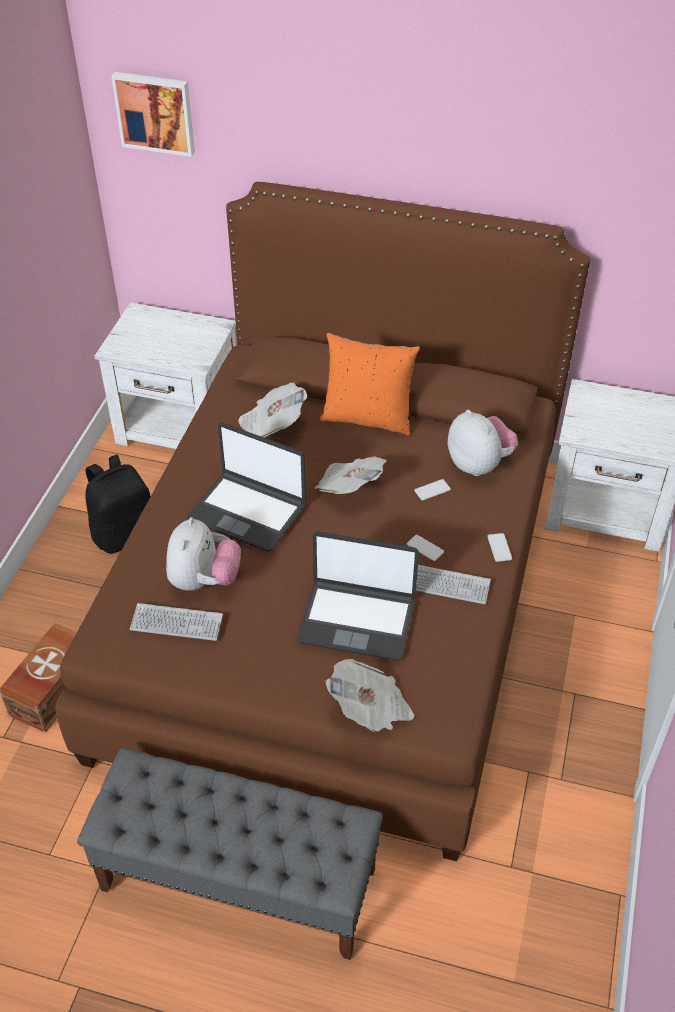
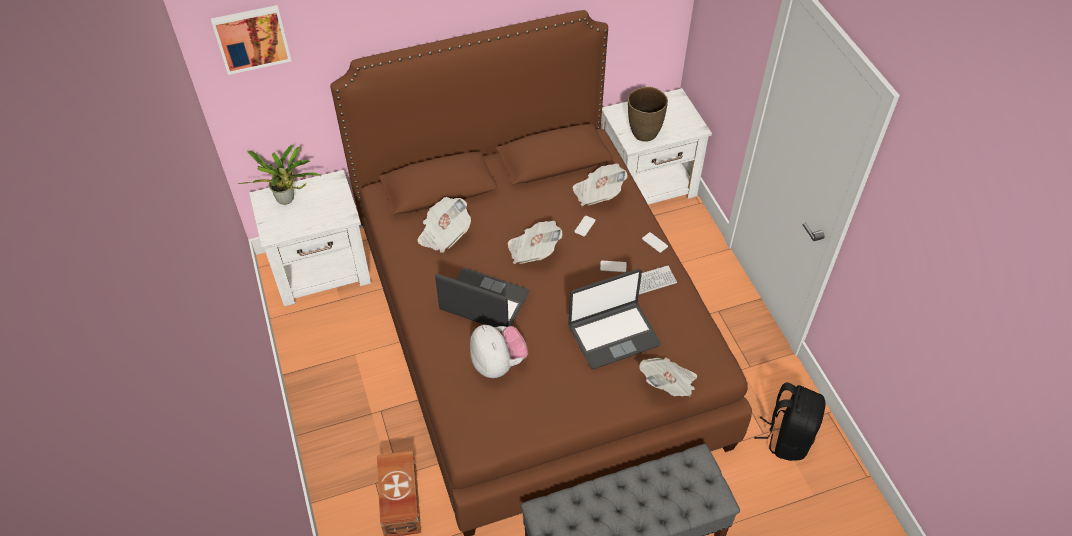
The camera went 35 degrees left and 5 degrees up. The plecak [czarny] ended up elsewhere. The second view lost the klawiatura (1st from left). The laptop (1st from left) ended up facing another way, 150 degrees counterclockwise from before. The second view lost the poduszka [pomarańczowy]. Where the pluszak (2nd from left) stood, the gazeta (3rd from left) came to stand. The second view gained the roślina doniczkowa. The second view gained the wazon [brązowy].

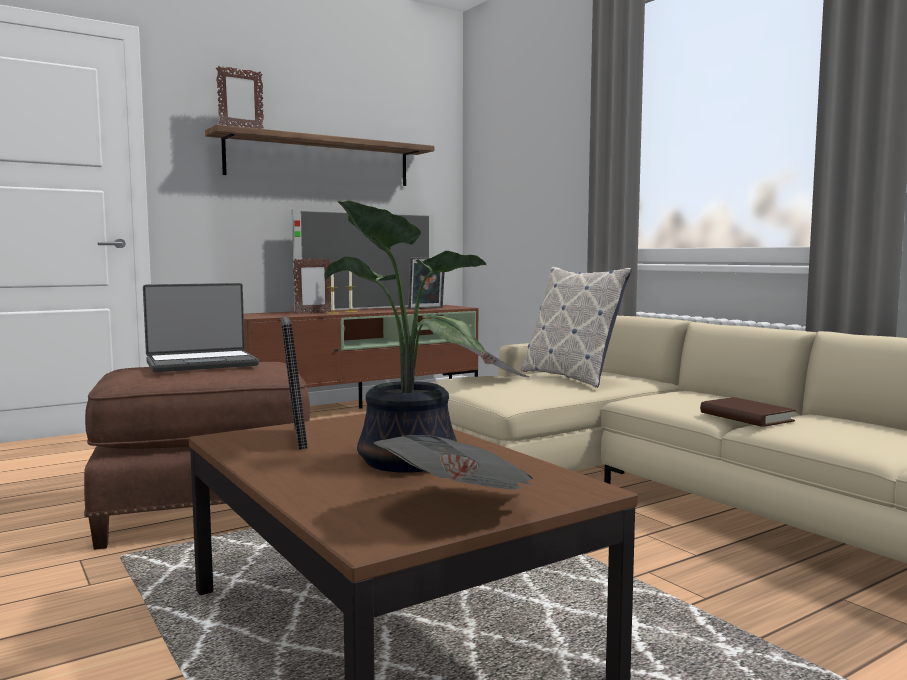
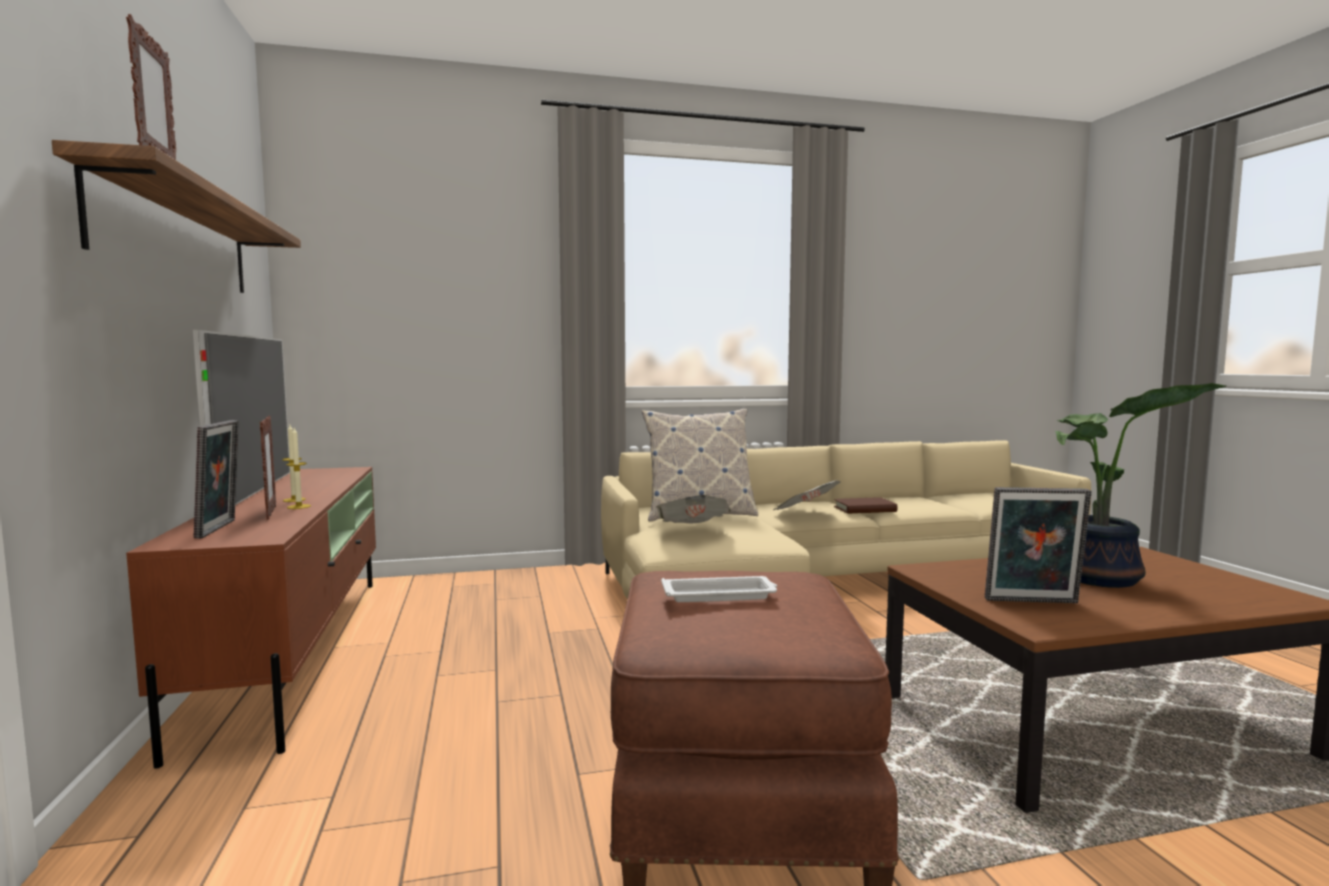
The camera went 70 degrees left and 0 degrees up. Where the laptop stood, the taca [biały] came to stand. The gazeta (1st from left in the first image) ended up elsewhere. The ramka na zdjęcie (4th from left in the first image) ended up elsewhere.

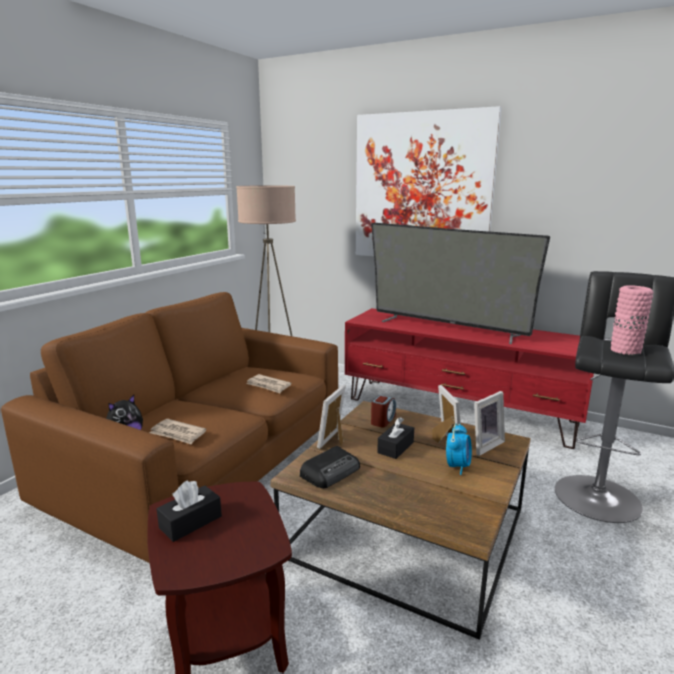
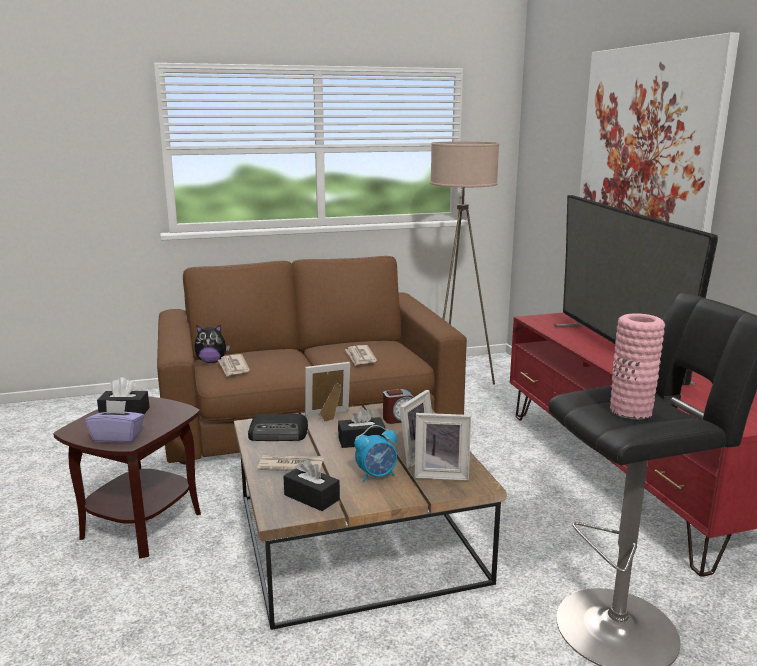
The camera went 45 degrees right and 0 degrees up. The second view gained the pudełko chusteczek [fioletowy]. The second view gained the gazeta (2nd from left). The second view gained the pudełko chusteczek [czarny] (2nd from left).

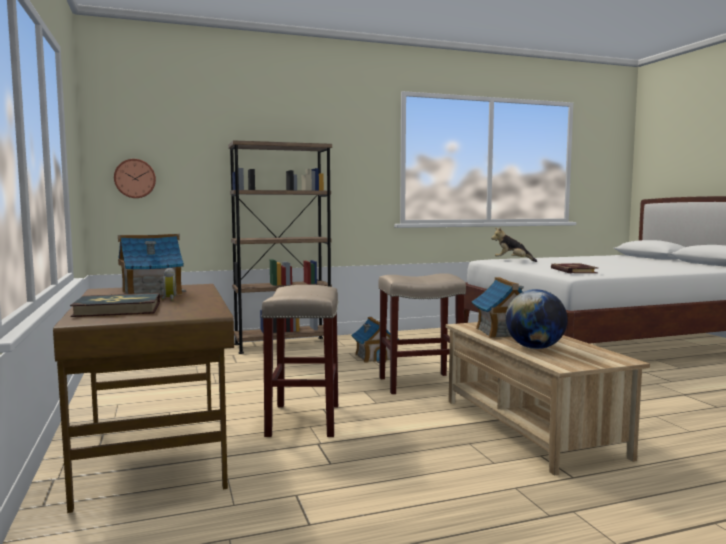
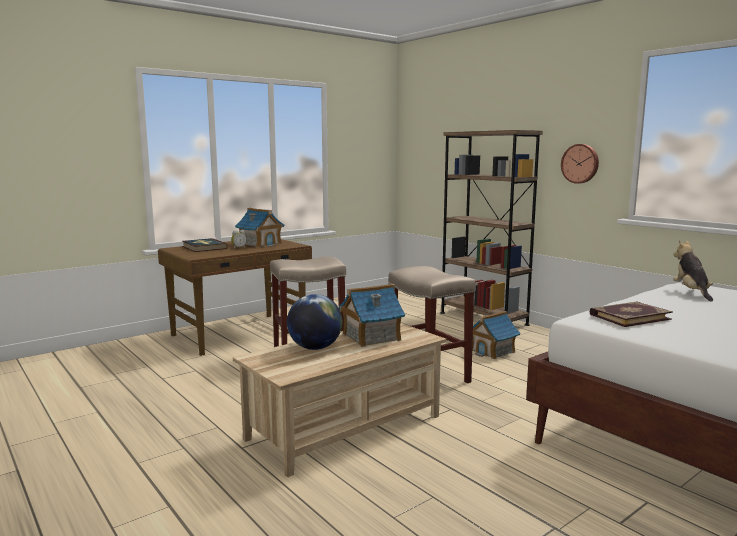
The camera went 70 degrees right and 5 degrees up. The zegar ścienny ended up elsewhere.

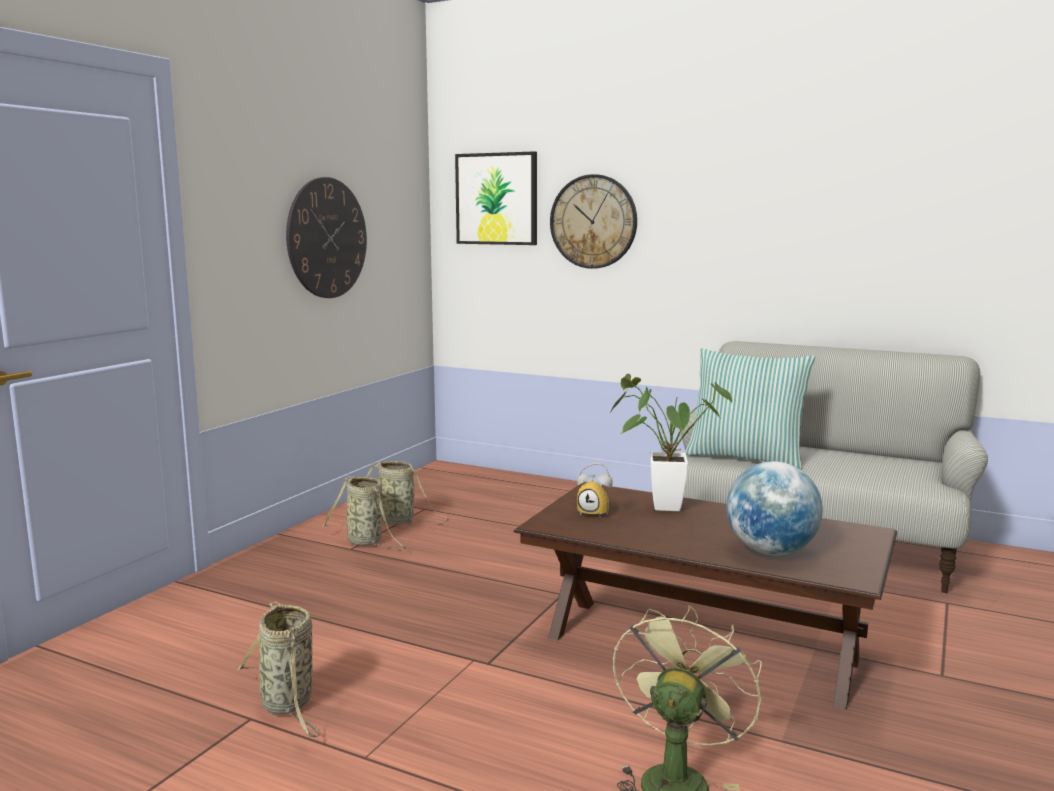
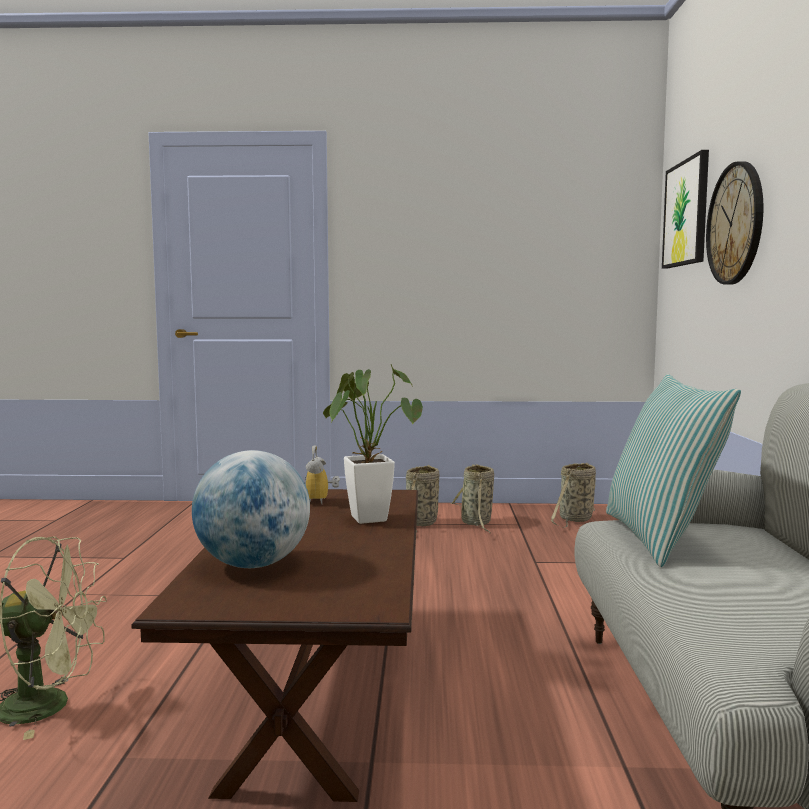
The camera went 65 degrees right and 5 degrees down. The koszyk (1st from left in the first image) ended up elsewhere. The second view lost the zegar ścienny (1st from left).

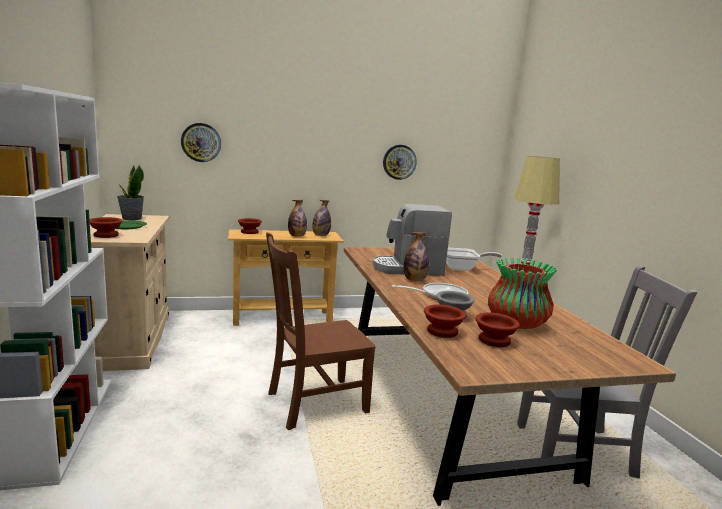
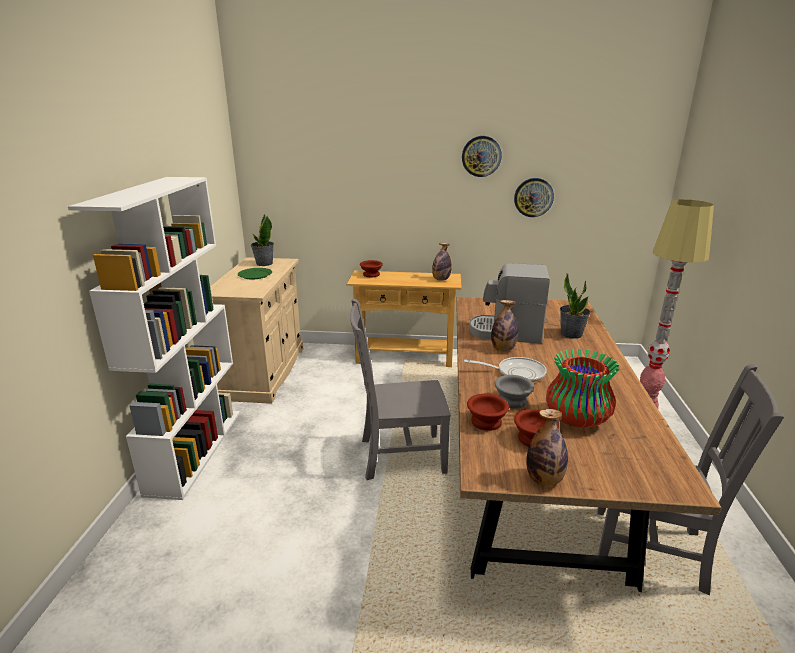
The camera went 20 degrees right and 10 degrees up. The second view lost the miska [brązowy] (1st from left). The zegar ścienny (1st from left) ended up elsewhere. What was the krzesło [brązowy] turned into the krzesło [szary] (1st from left). The butelka (1st from left in the first image) ended up elsewhere. Where the patelnia (2nd from left) stood, the roślina doniczkowa (2nd from left) came to stand.

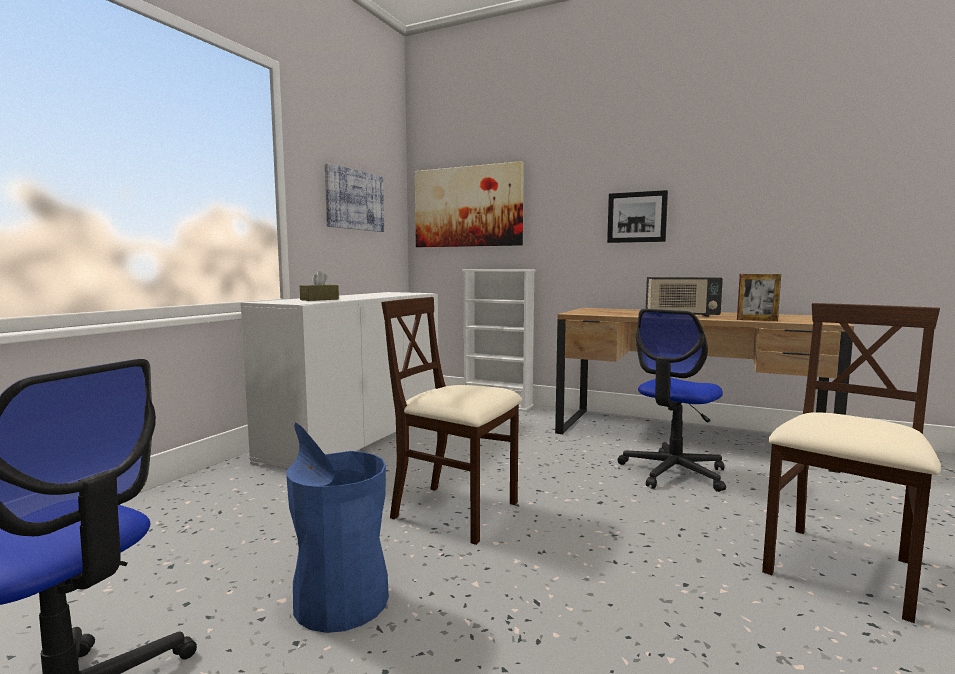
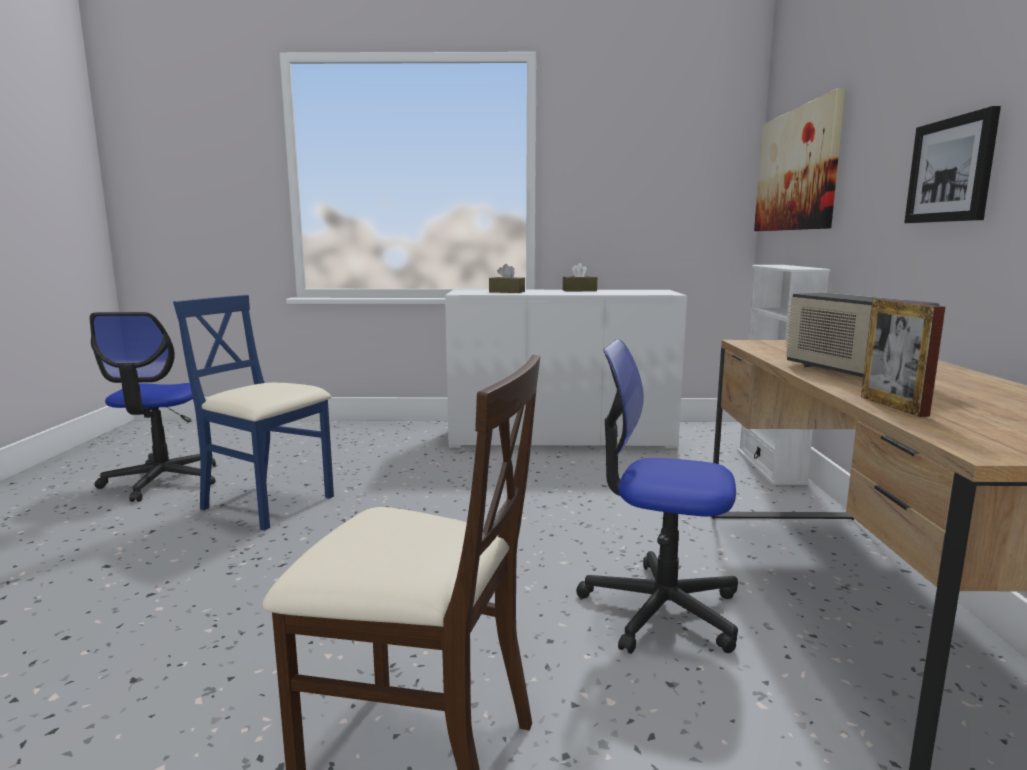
The camera went 65 degrees right and 5 degrees up. Where the kosz na śmieci [niebieski] stood, the krzesło [niebieski] came to stand. The second view lost the obraz (1st from left). The second view lost the krzesło [beżowy] (1st from left). The second view gained the pudełko chusteczek [brązowy] (2nd from left).

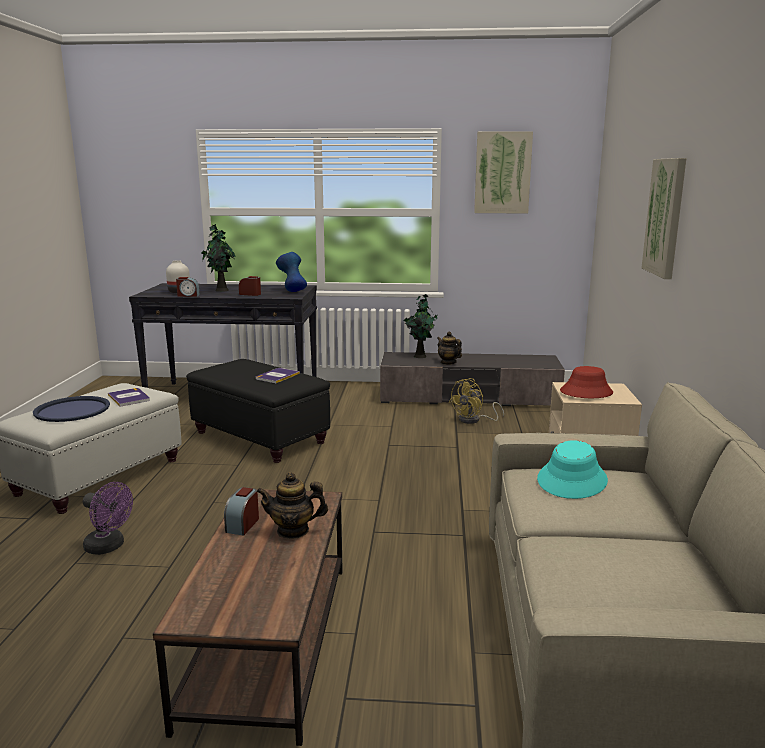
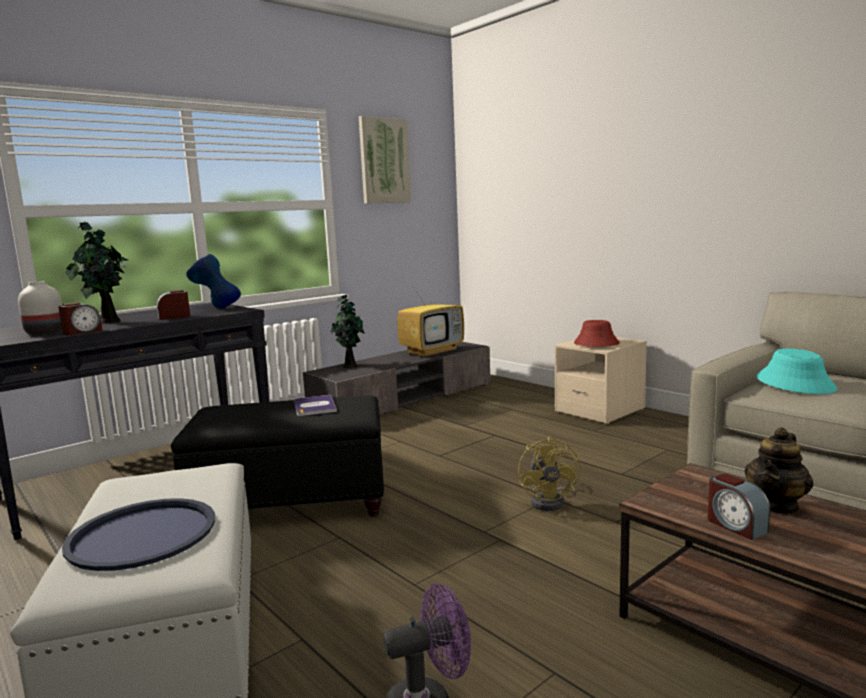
The camera went 45 degrees left and 5 degrees down. The second view lost the książka (1st from left). The second view lost the imbryk (2nd from left). The wentylator [żółty] ended up elsewhere. The second view lost the obraz (2nd from left). The second view gained the telewizor.

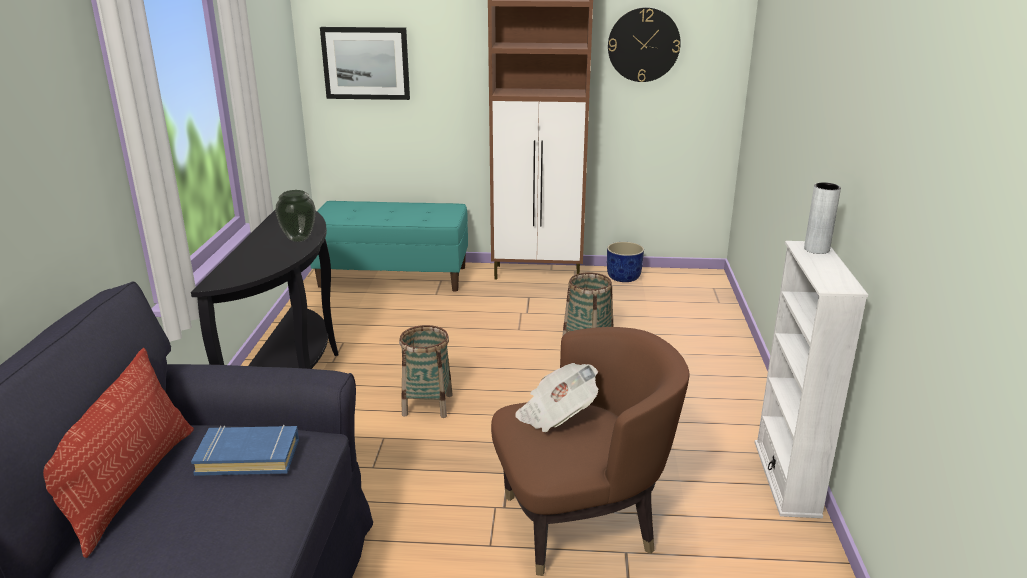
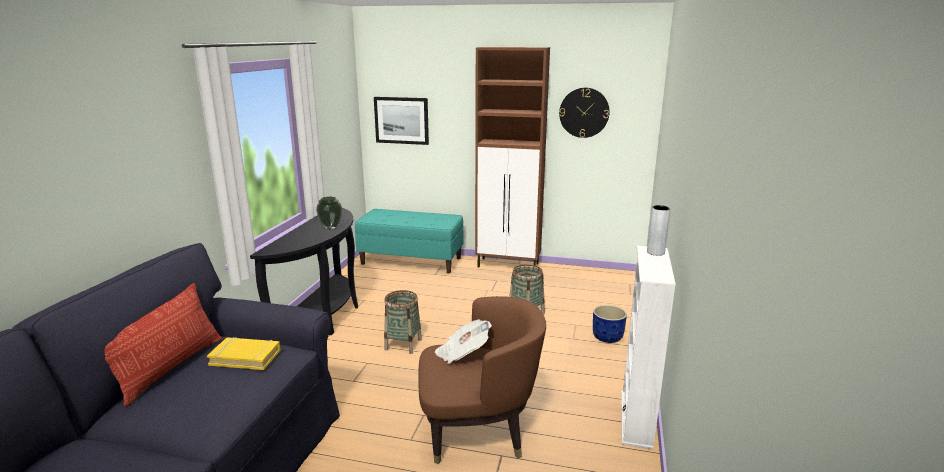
The camera went 10 degrees right and 5 degrees down. What was the książka [niebieski] turned into the książka [żółty]. The donica [niebieski] ended up elsewhere.

